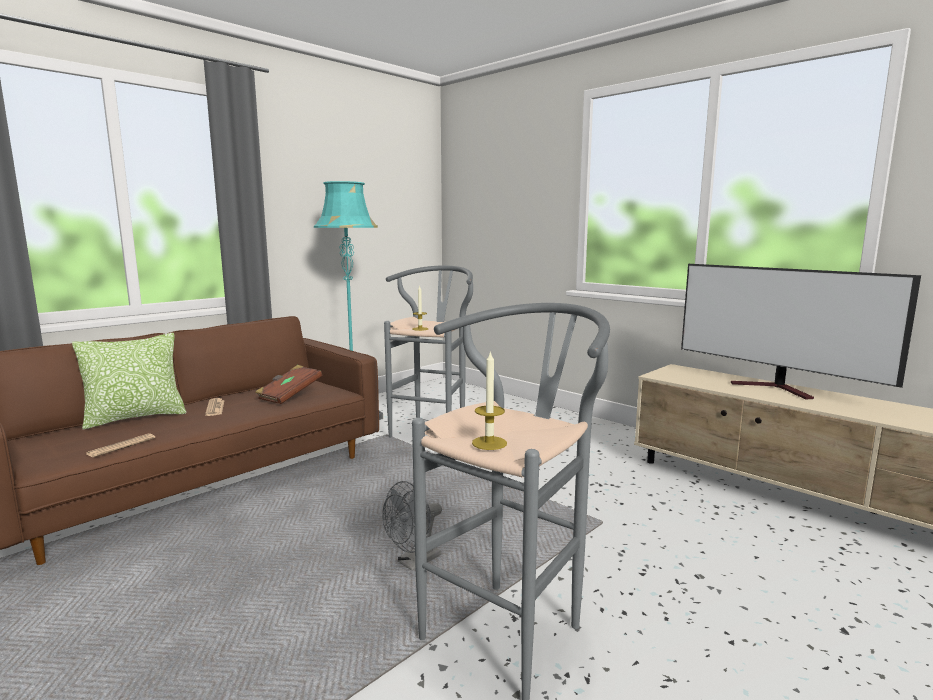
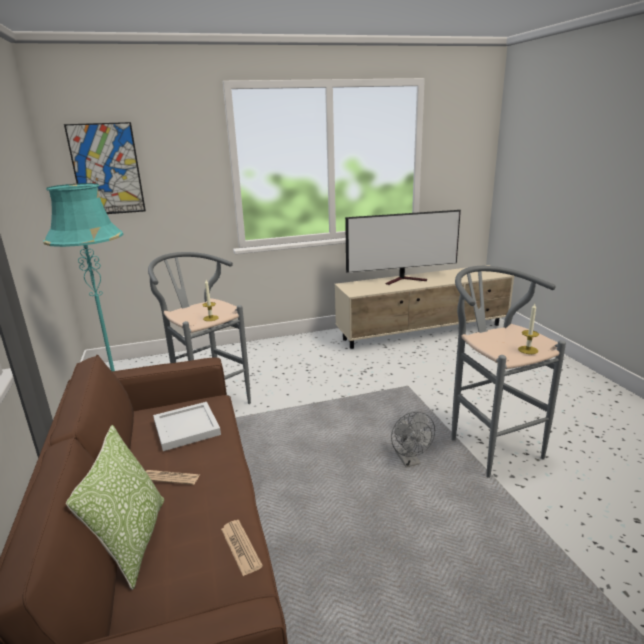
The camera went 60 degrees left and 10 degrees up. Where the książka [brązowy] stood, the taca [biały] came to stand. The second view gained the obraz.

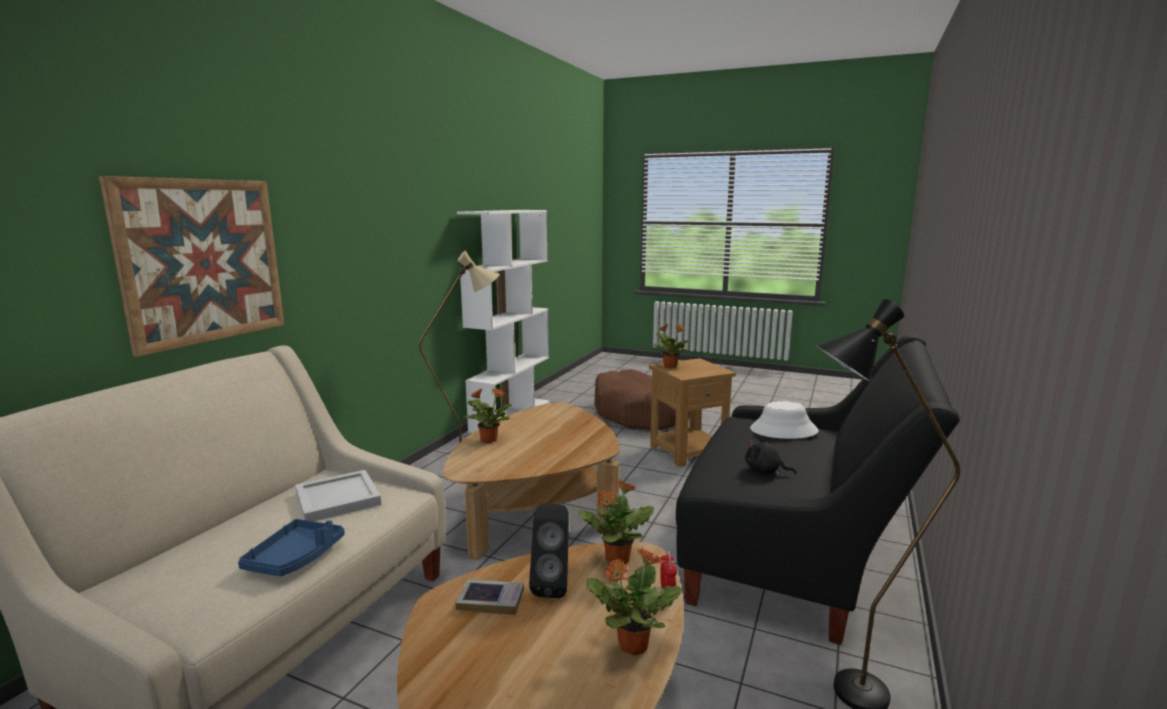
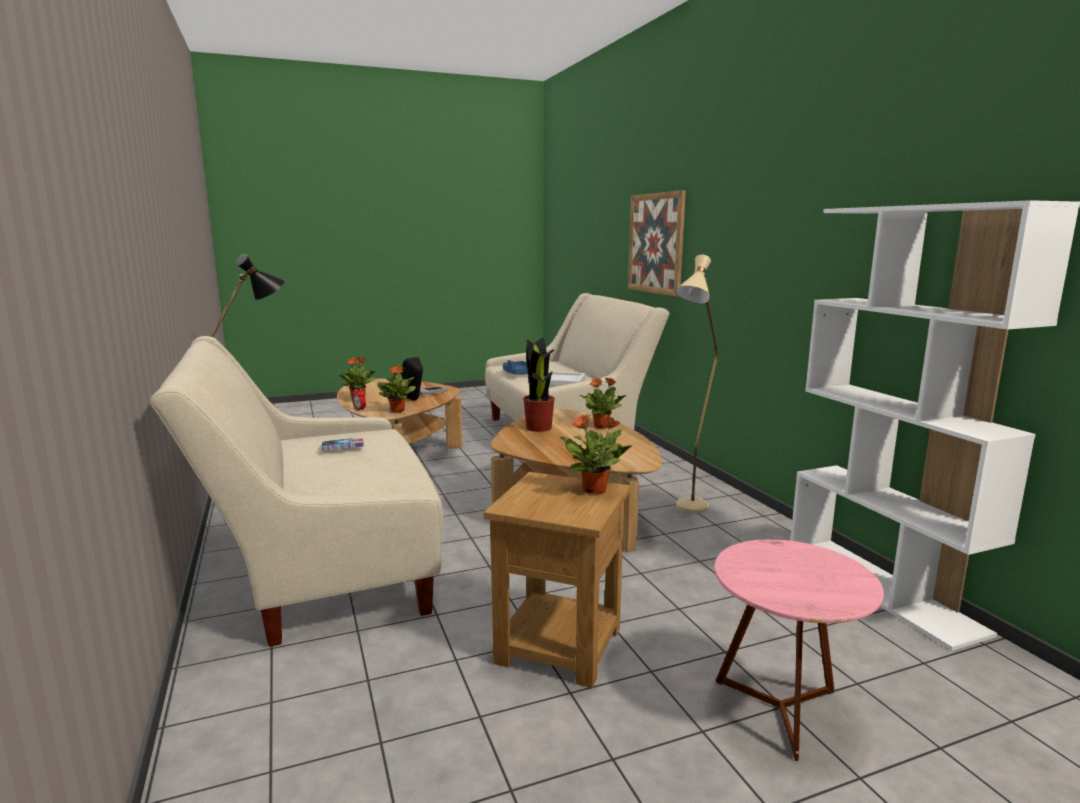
The camera went 135 degrees right and 0 degrees up. Where the legowisko [brązowy] stood, the stolik [różowy] came to stand. What was the kanapa [czarny] turned into the kanapa [beżowy] (1st from left). Where the pluszak [czarny] stood, the książka (1st from left) came to stand. The second view lost the kapelusz [biały]. The second view gained the roślina doniczkowa (3rd from left).

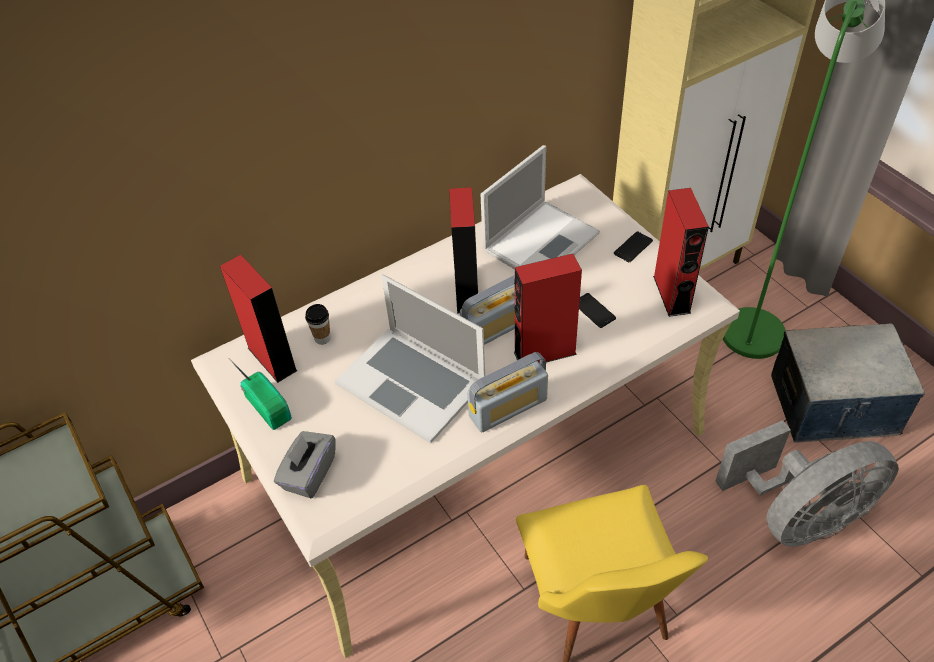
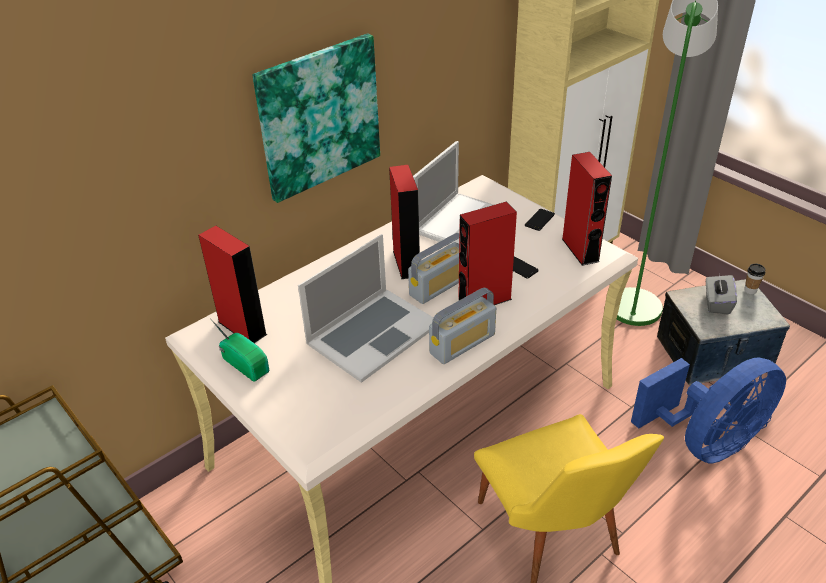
The camera went 10 degrees left and 10 degrees down. The pudełko chusteczek [szary] ended up elsewhere. The filiżanka ended up elsewhere. The laptop (1st from left) ended up facing another way, 75 degrees counterclockwise from before. What was the wentylator [szary] turned into the wentylator [niebieski]. The second view gained the obraz.

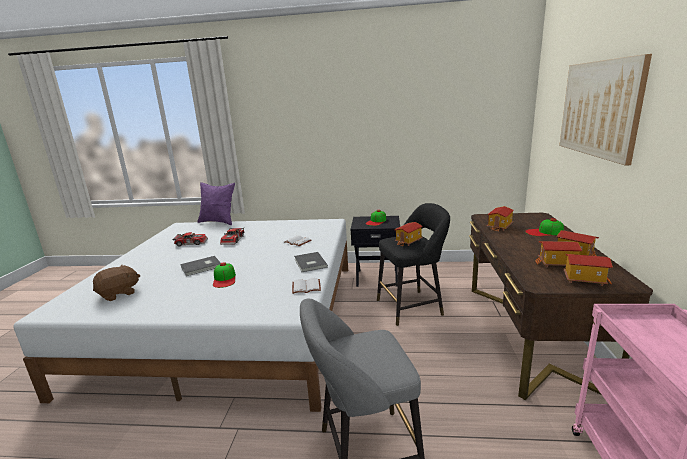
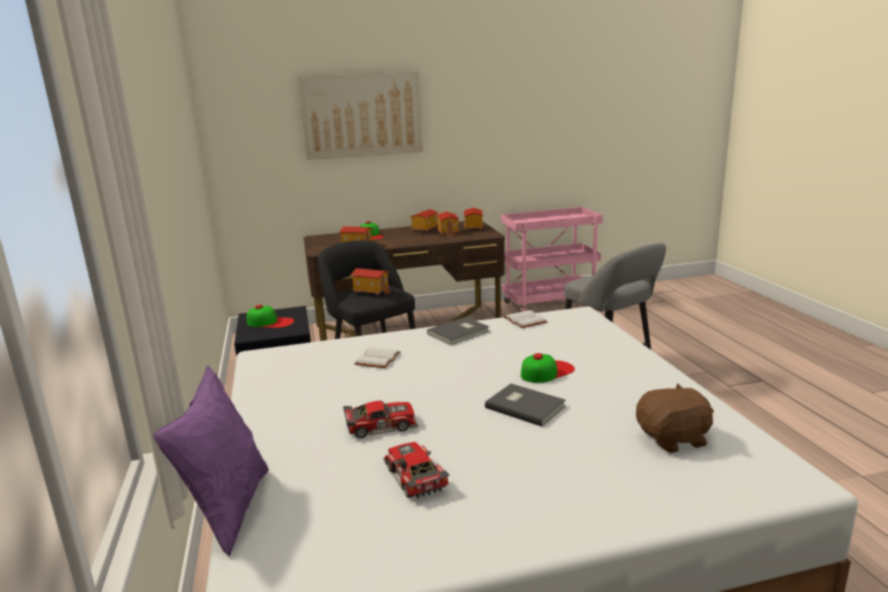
The camera went 110 degrees left and 0 degrees up. The pluszak [brązowy] ended up facing another way, 135 degrees clockwise from before.

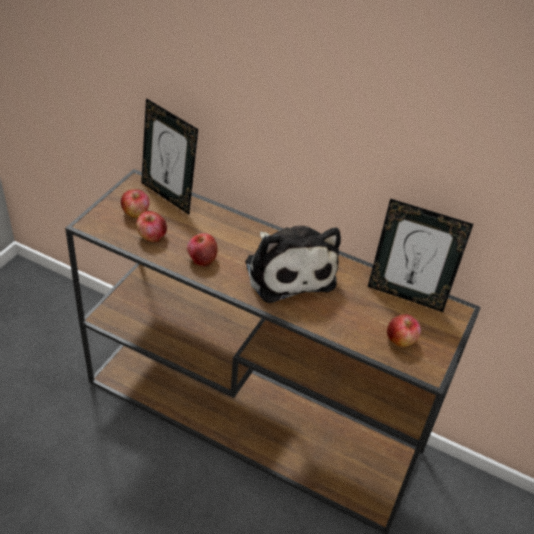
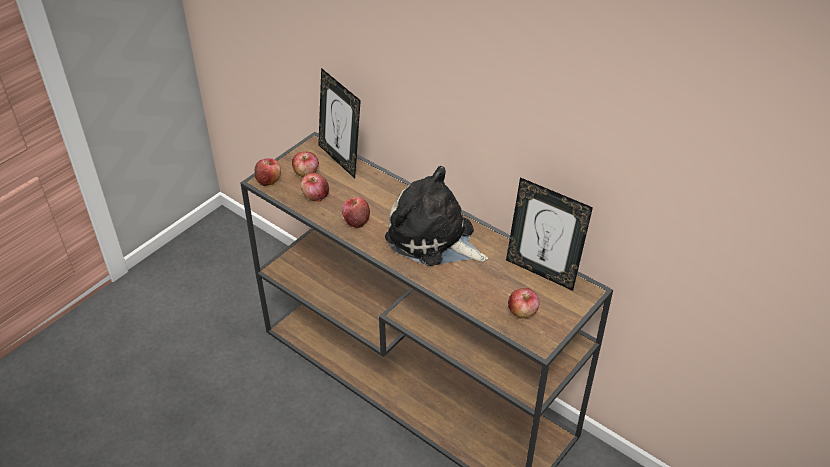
The camera went 15 degrees right and 0 degrees up. The pluszak ended up facing another way, 135 degrees clockwise from before. The second view gained the jabłko (1st from left).

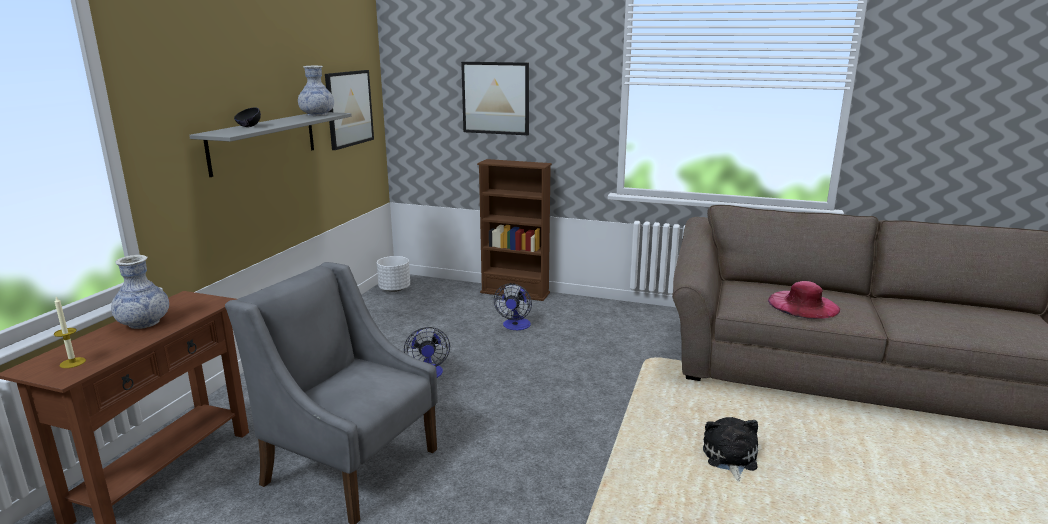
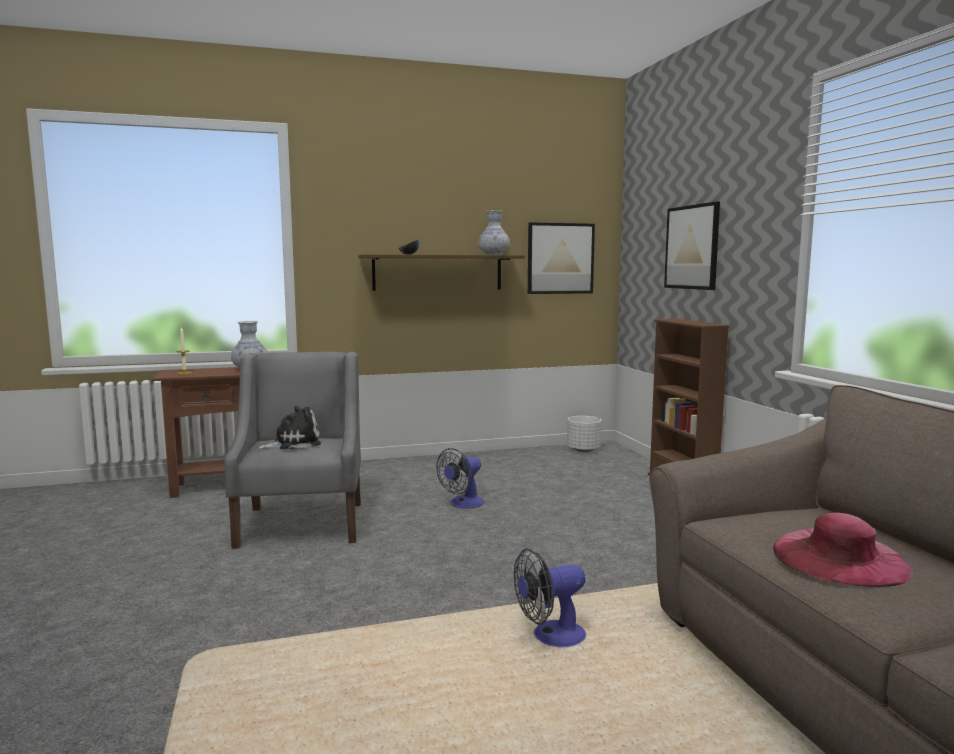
The camera went 55 degrees right and 10 degrees down. What was the półka [szary] turned into the półka [brązowy]. The wentylator (2nd from left) ended up elsewhere. The pluszak ended up elsewhere.

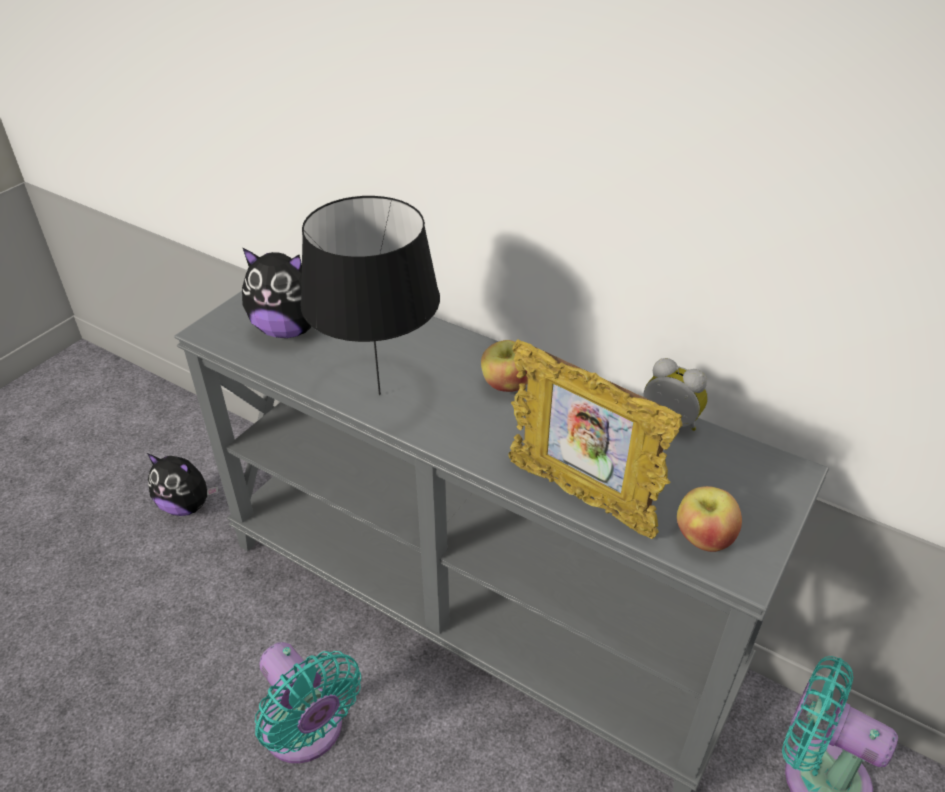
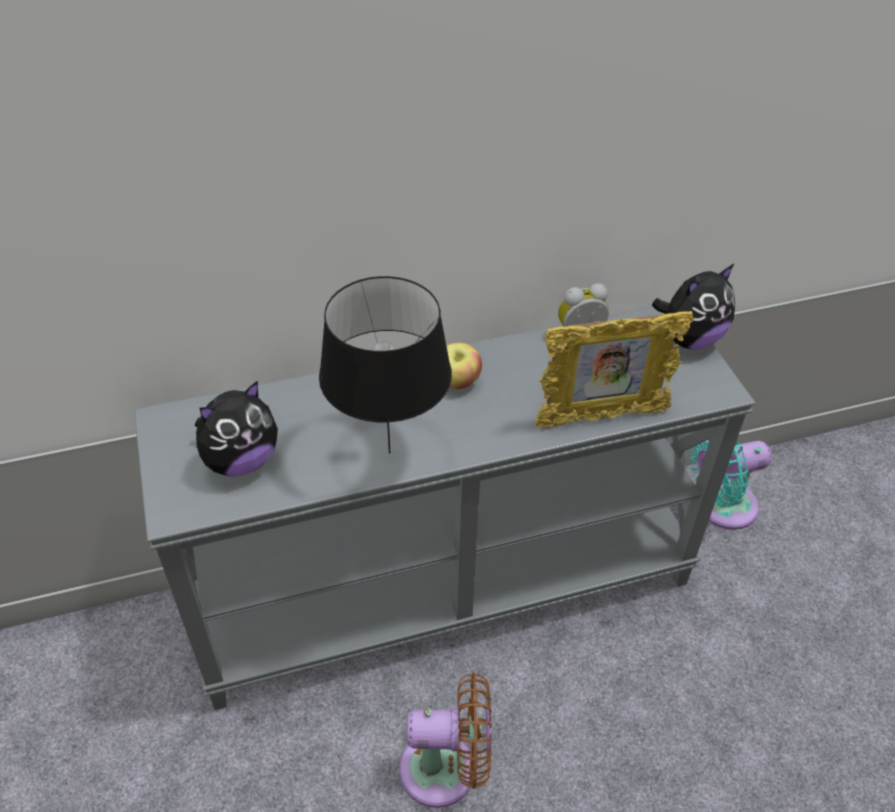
The camera went 50 degrees left and 5 degrees up. The pluszak (1st from left in the first image) ended up elsewhere. What was the wentylator [turkusowy] (1st from left) turned into the wentylator [brązowy]. The second view lost the jabłko (2nd from left).

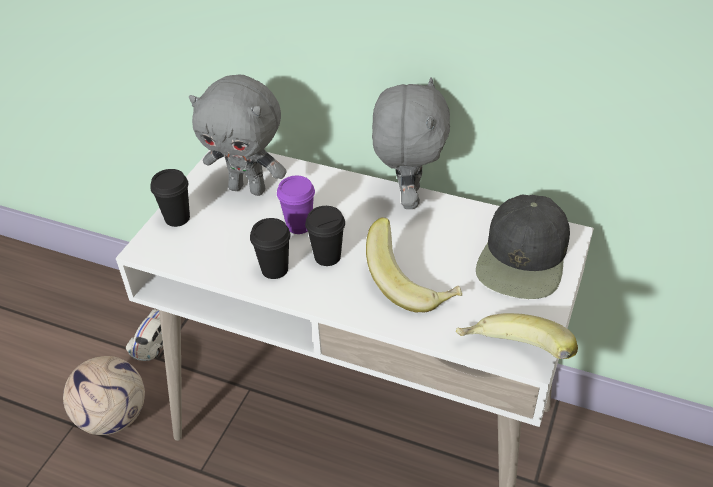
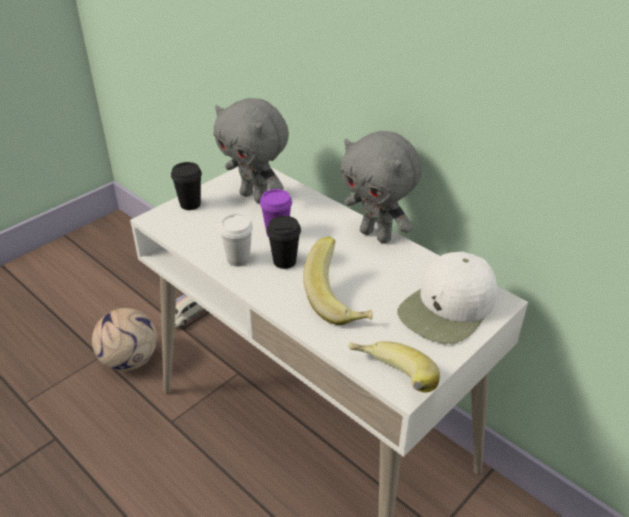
The camera went 20 degrees right and 5 degrees down. What was the filiżanka [czarny] (2nd from left) turned into the filiżanka [biały]. The pluszak [szary] (2nd from left) ended up facing another way, 105 degrees clockwise from before. What was the czapka z daszkiem [czarny] turned into the czapka z daszkiem [biały].

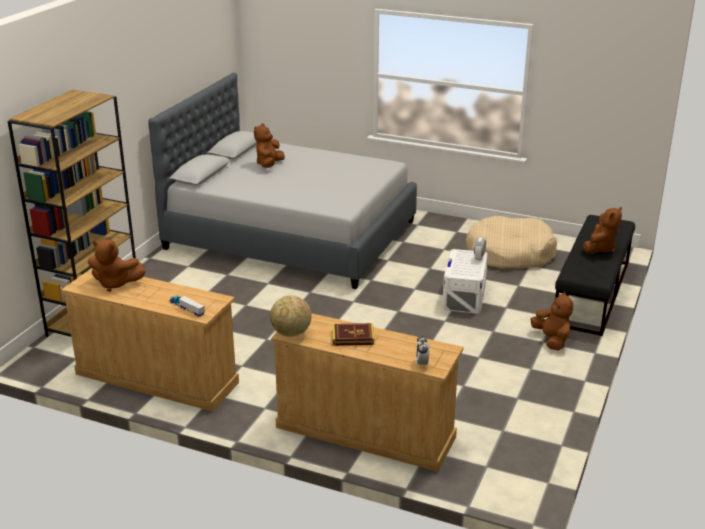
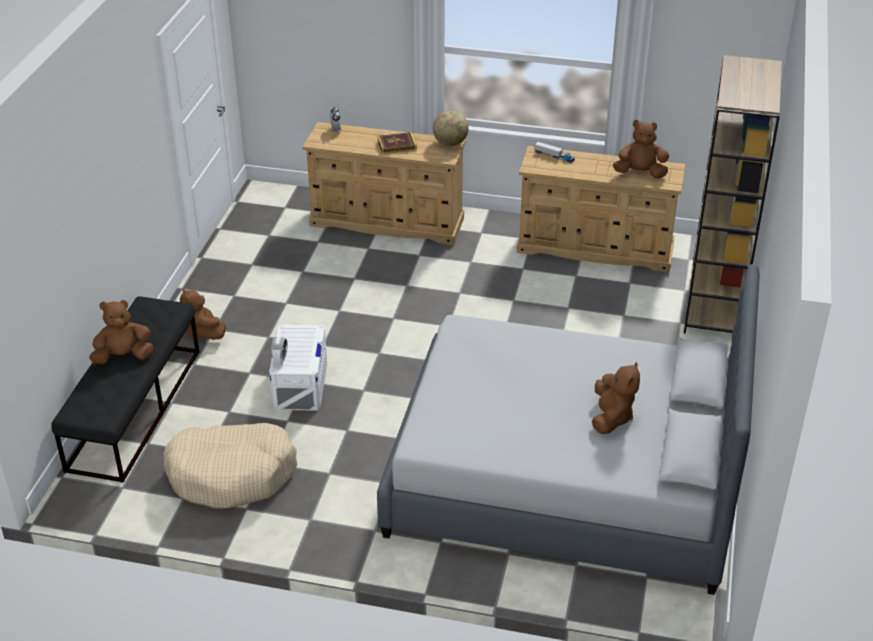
The camera went 170 degrees right and 10 degrees up. The pluszak [brązowy] (4th from left in the first image) ended up facing another way, 45 degrees clockwise from before.

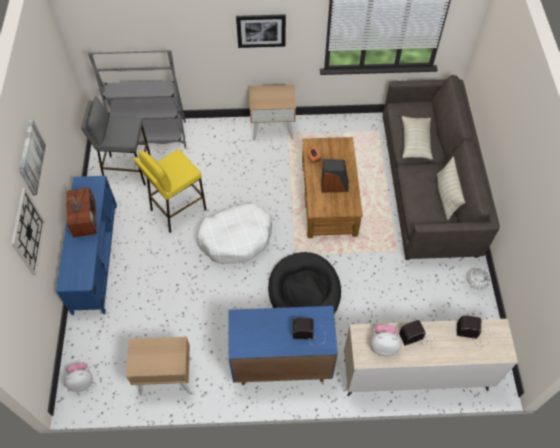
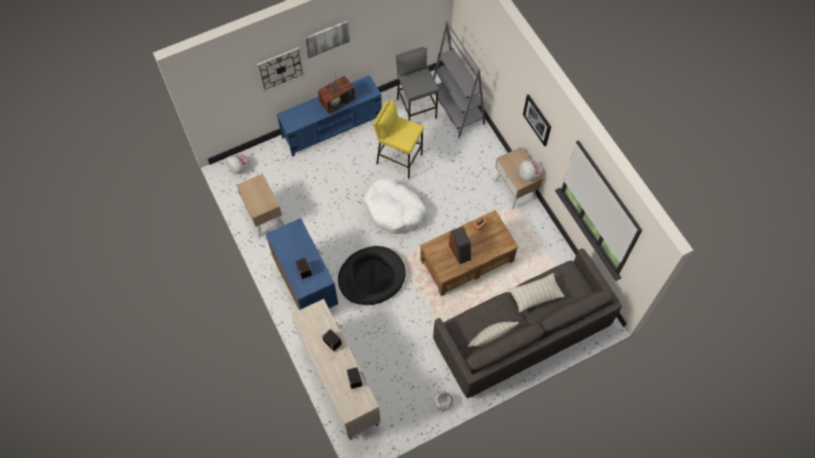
The camera went 65 degrees right and 5 degrees up. The pluszak (2nd from left) ended up elsewhere.

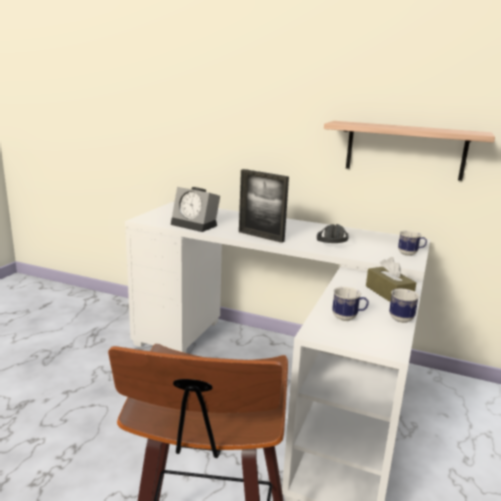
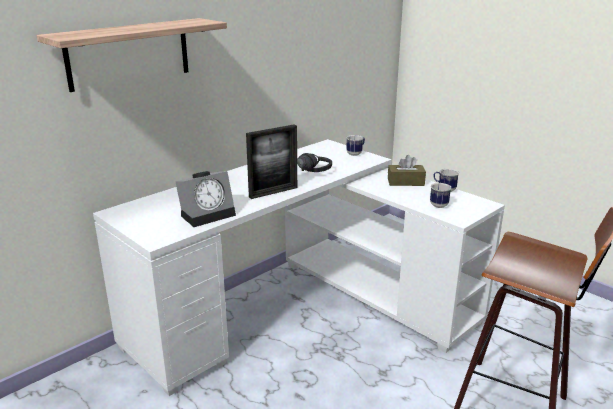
The camera went 65 degrees left and 5 degrees up. The półka ended up elsewhere.

